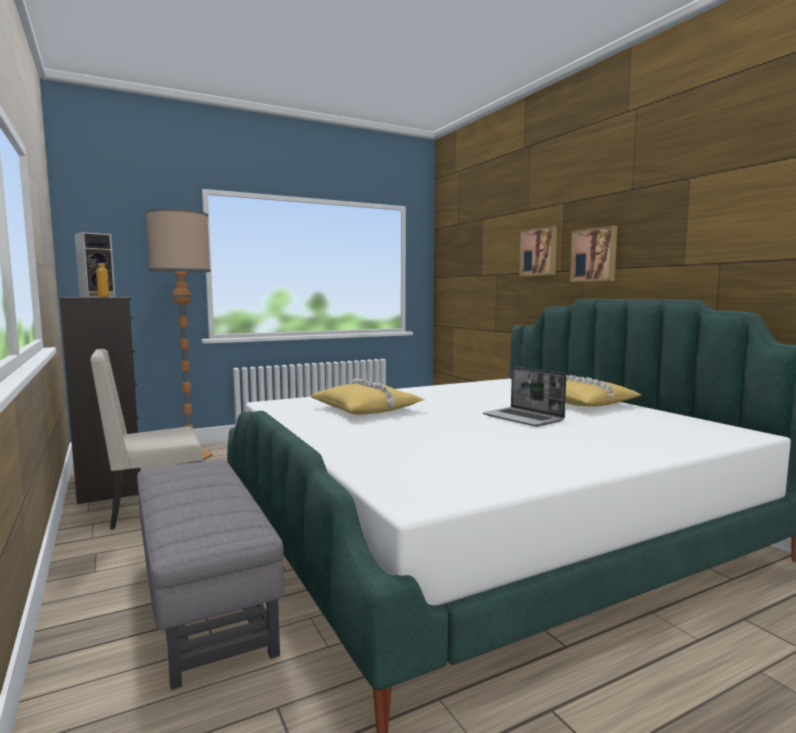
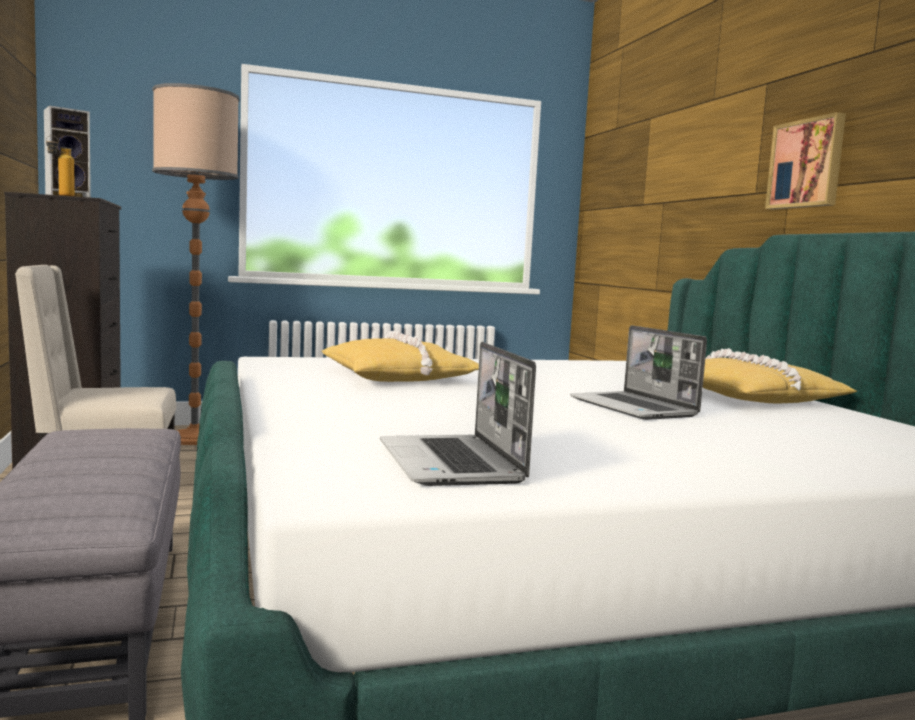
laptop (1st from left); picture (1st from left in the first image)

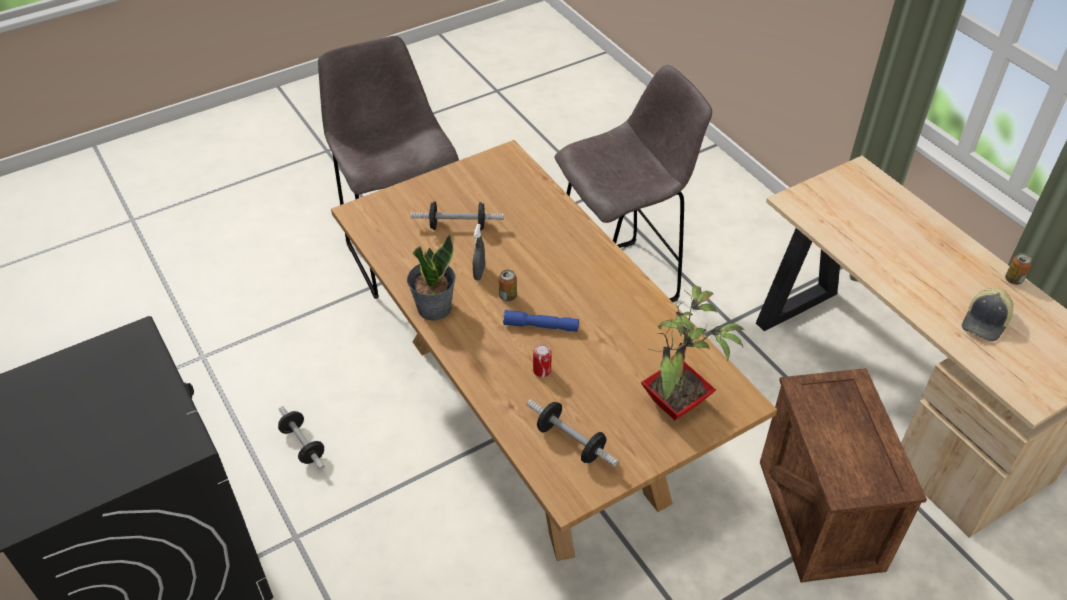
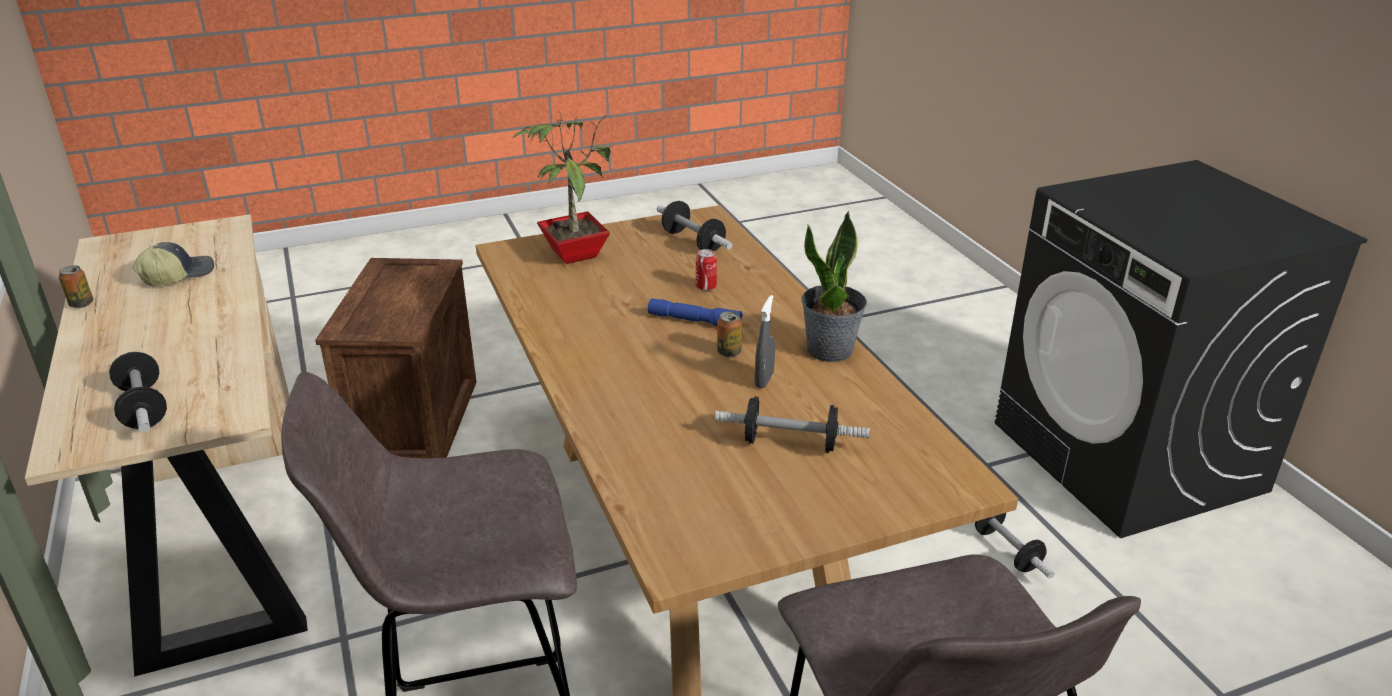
hand weight (1st from left)

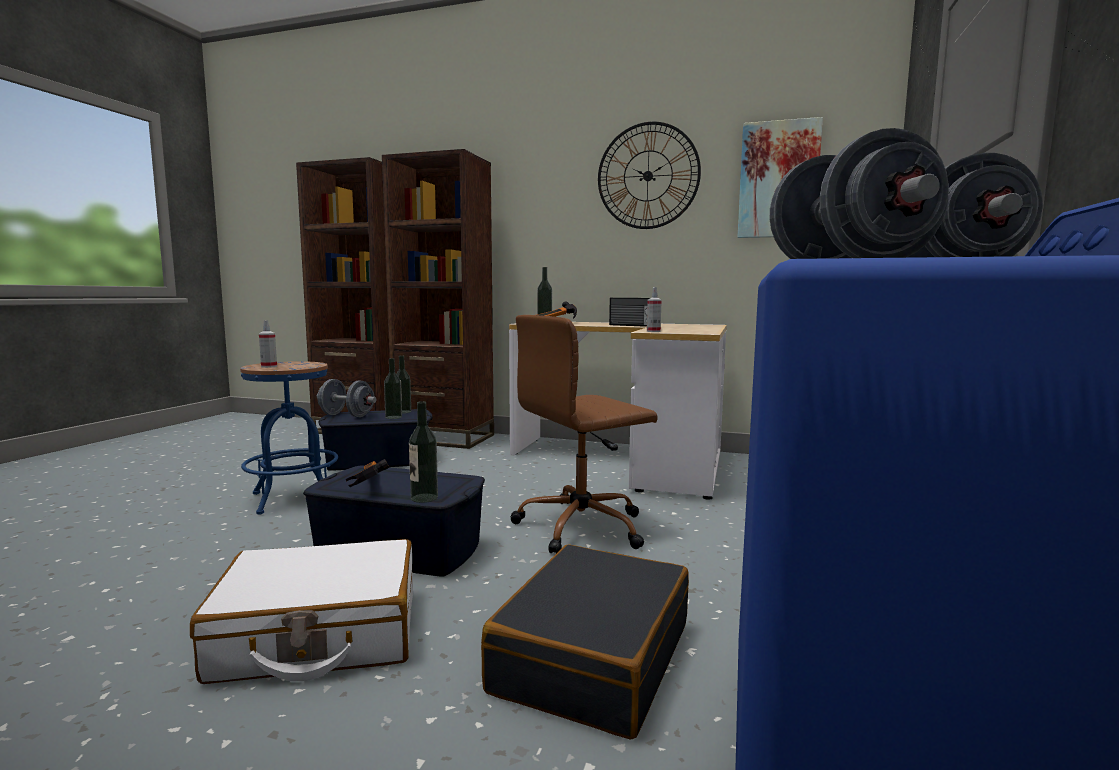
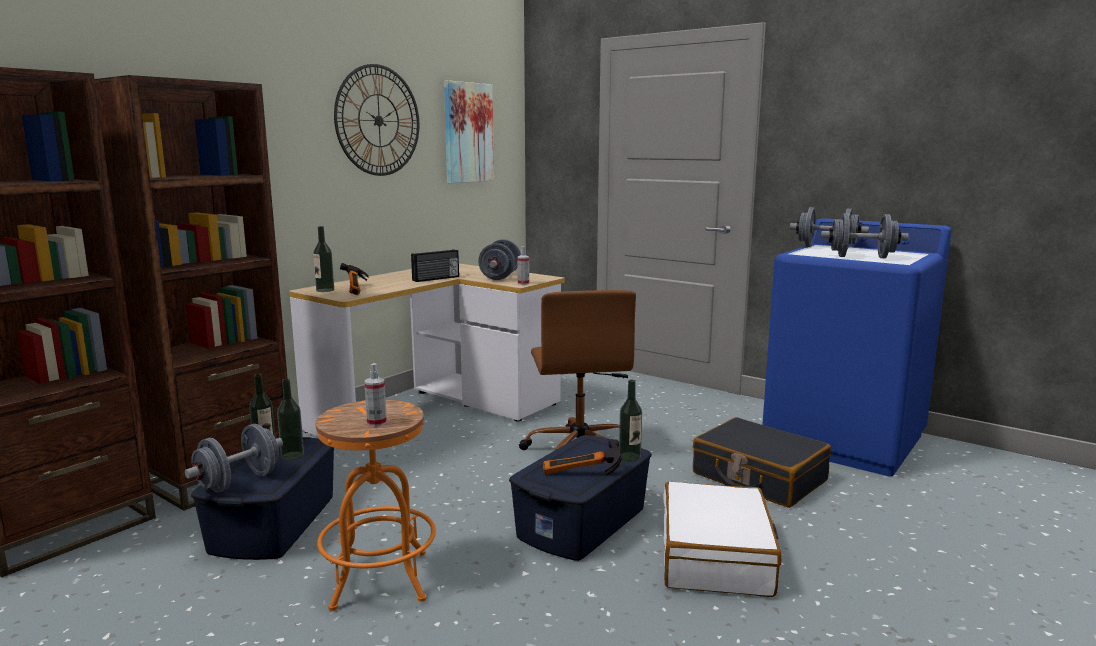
stool (orange-coloured); hand weight (gray) (2nd from left)

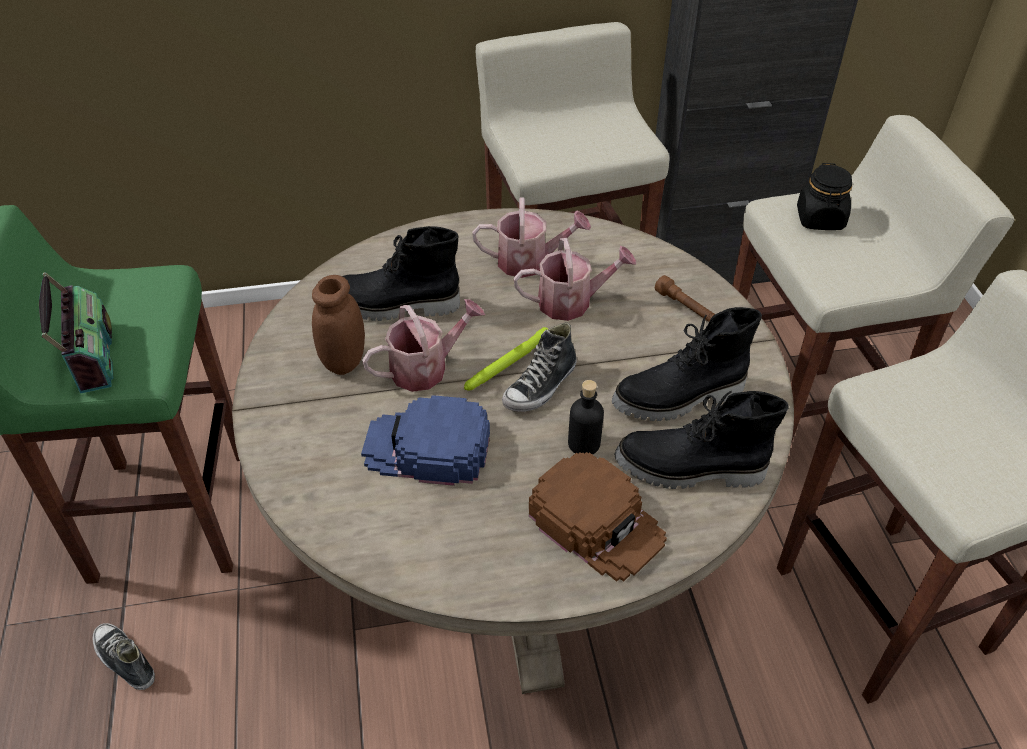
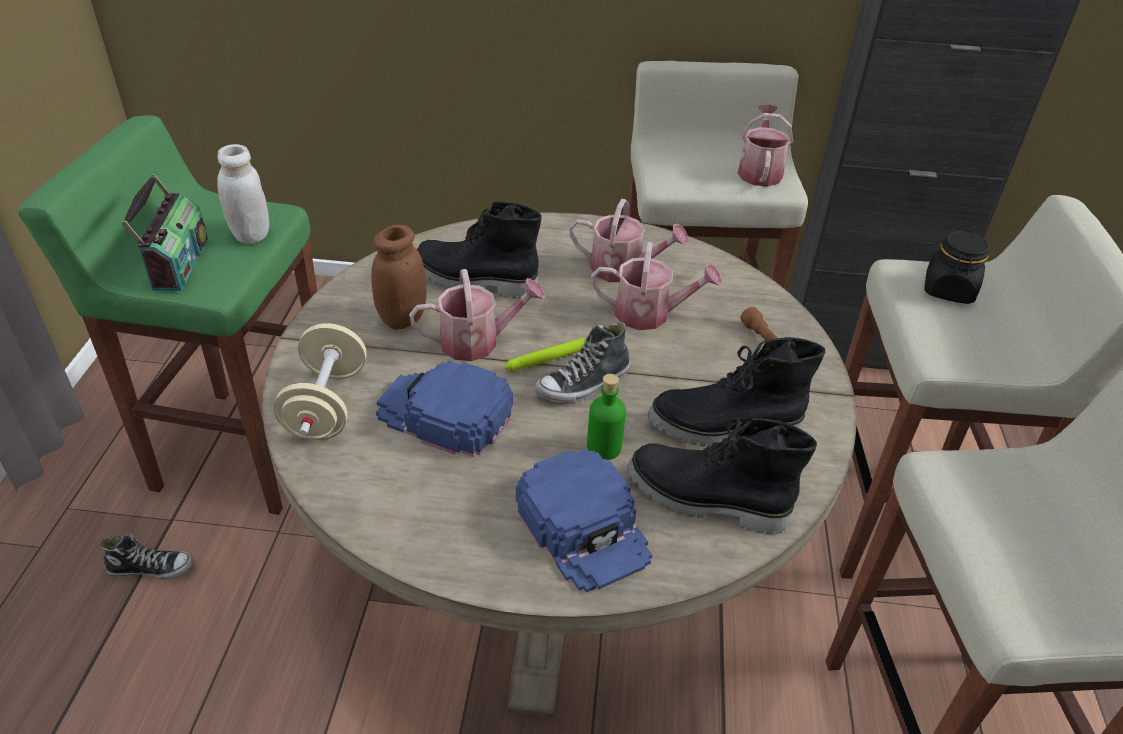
shoe (1st from left); jar (white); hand weight (sand-coloured); baseball cap (blue-coloured) (2nd from left); drink bottle (green); watering pot (4th from left)

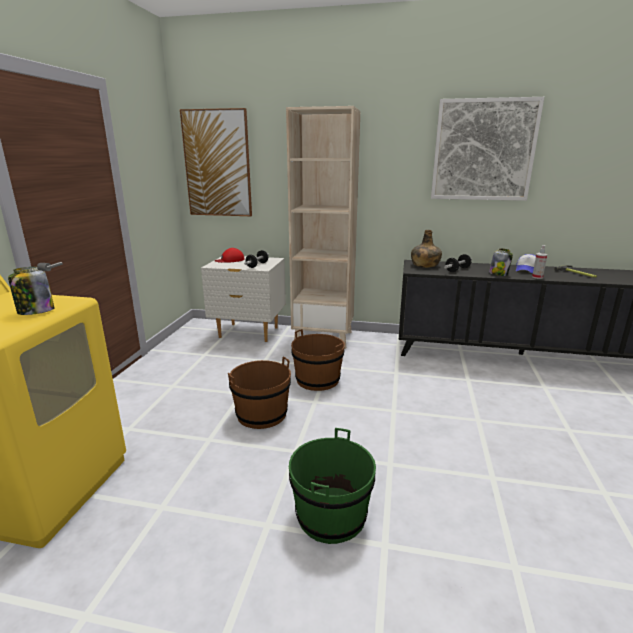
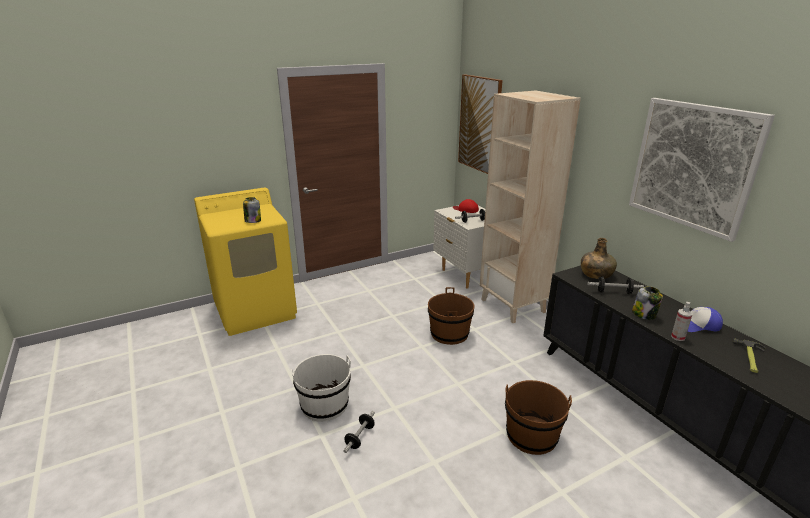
water bucket (white); hand weight (1st from left); water bucket (brown) (2nd from left)

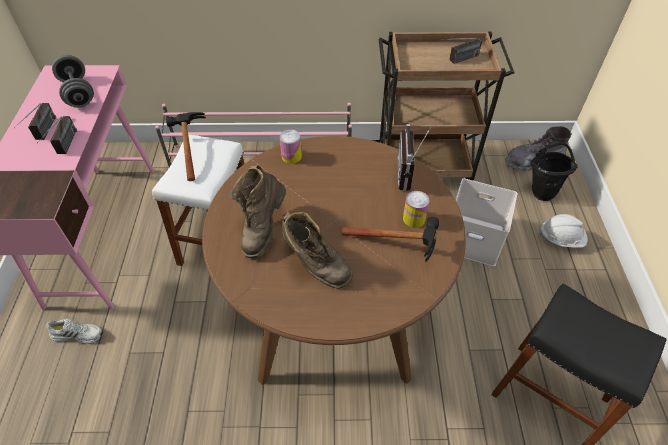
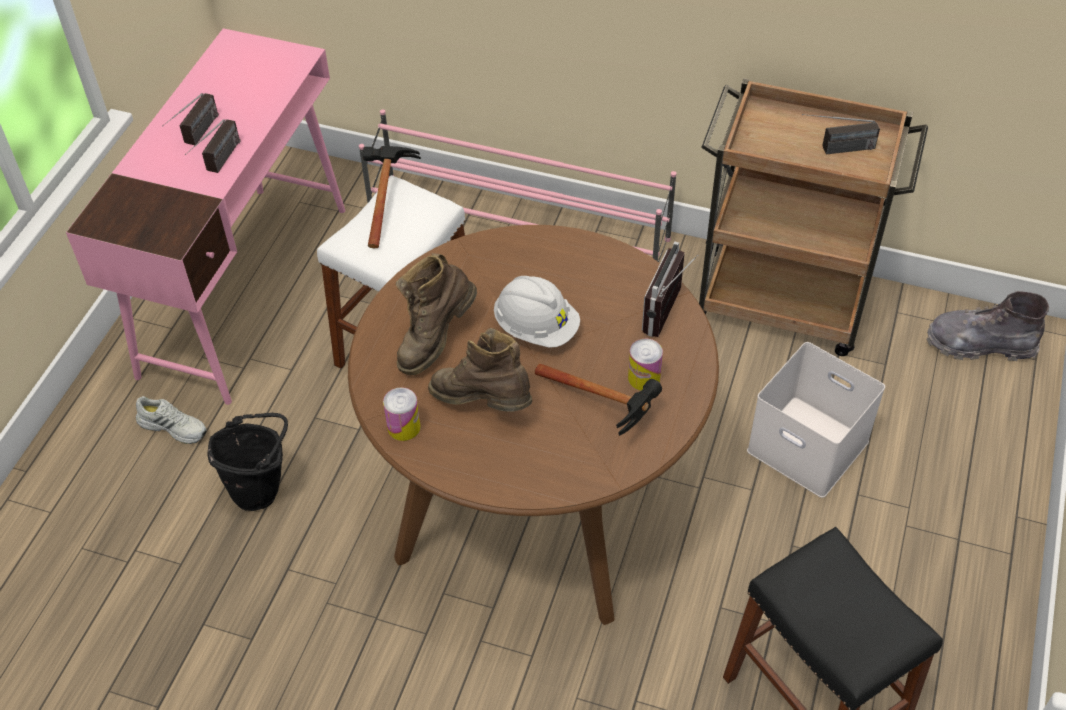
water bucket (black-coloured); sealed can (1st from left); high-top boot (brown) (2nd from left); hard hat (white); hand weight (gray)

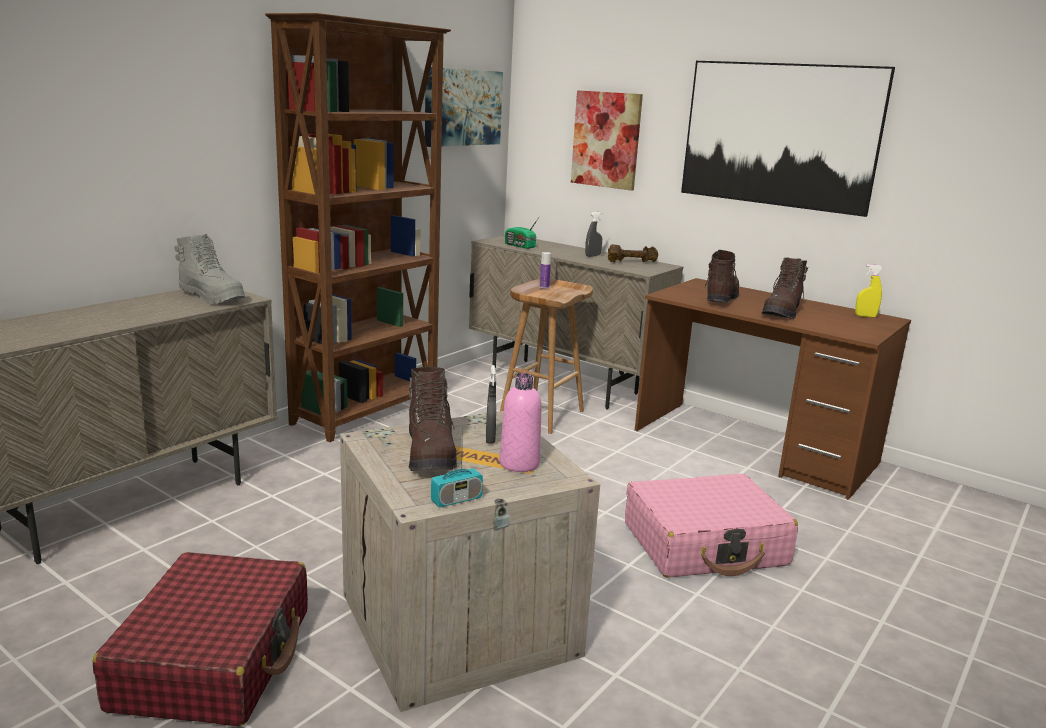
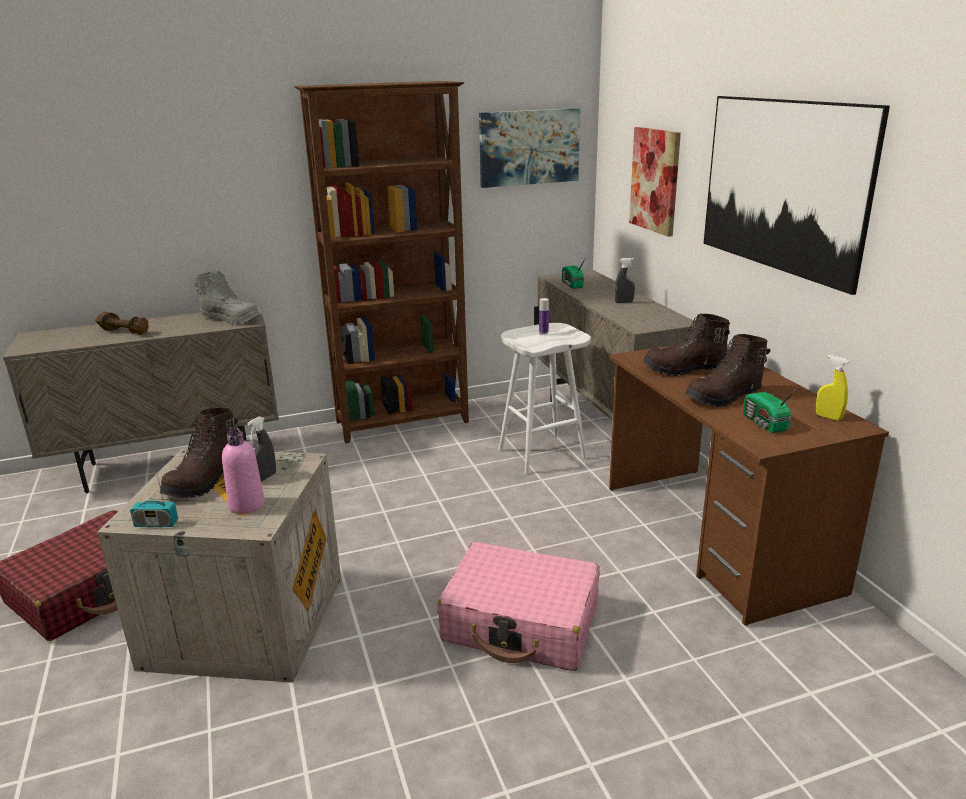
hand weight (brown); high-top boot (gray); stool (white); high-top boot (brown) (2nd from left); radio (3rd from left)

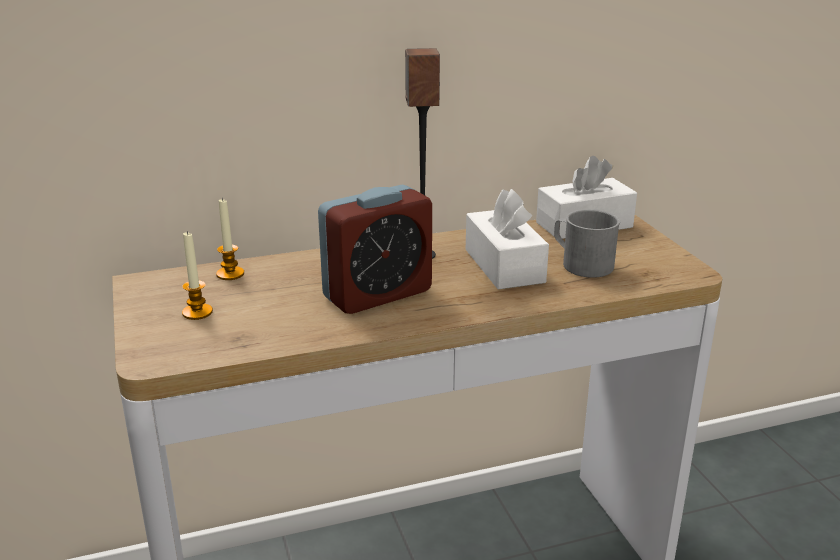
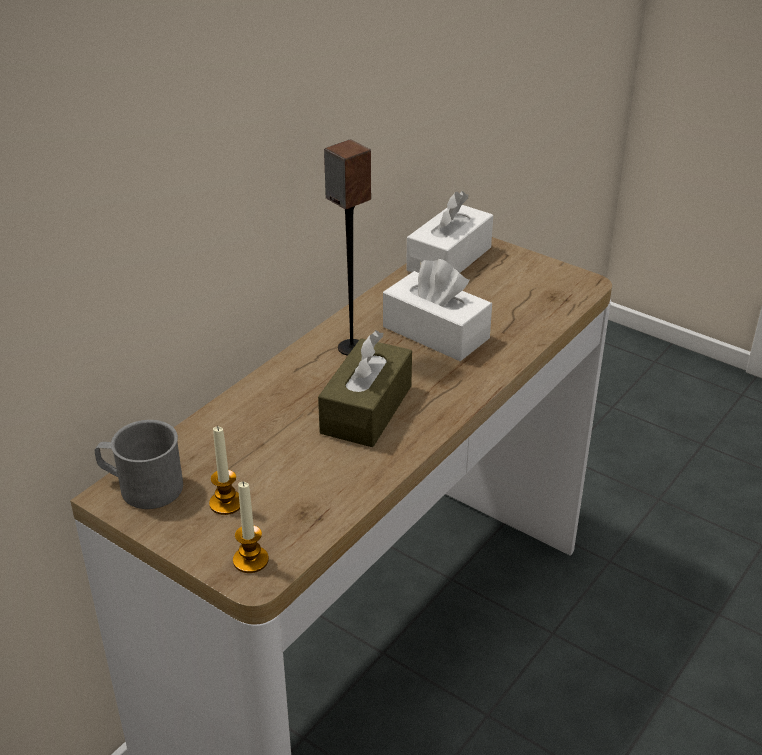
tea mug (gray); wax candle (2nd from left); box of tissues (brown)

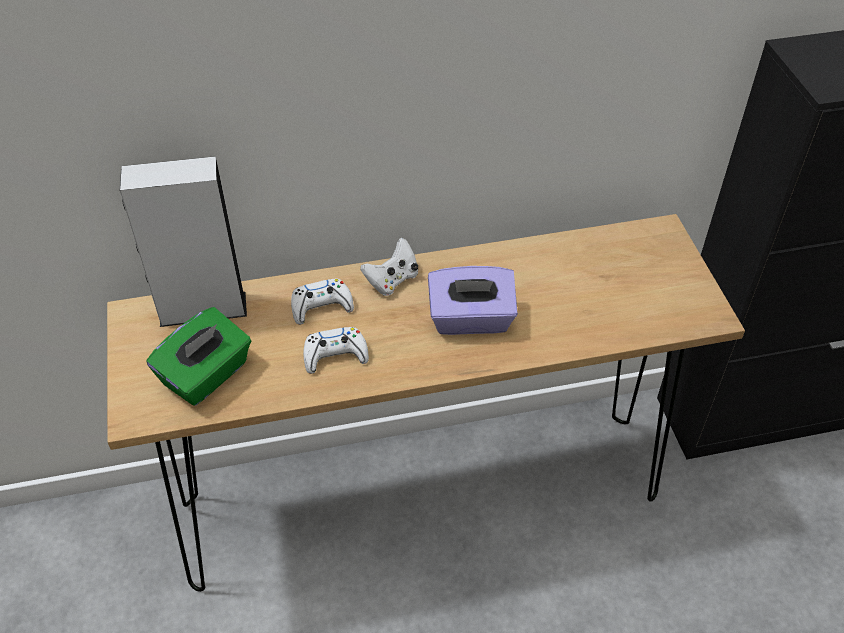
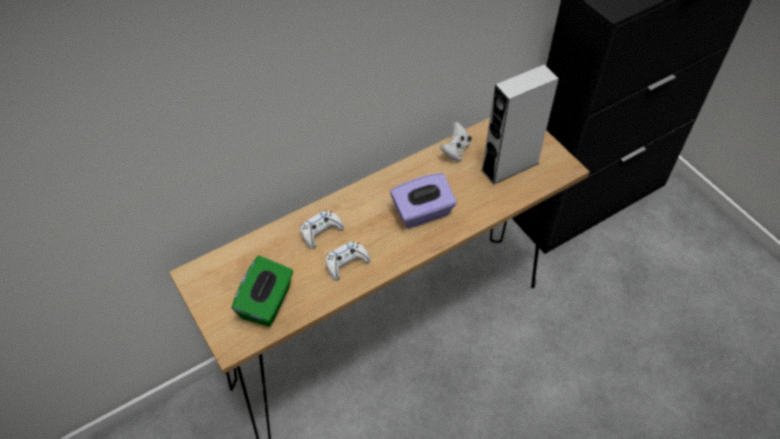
game controller (white) (3rd from left); speaker (gray)

